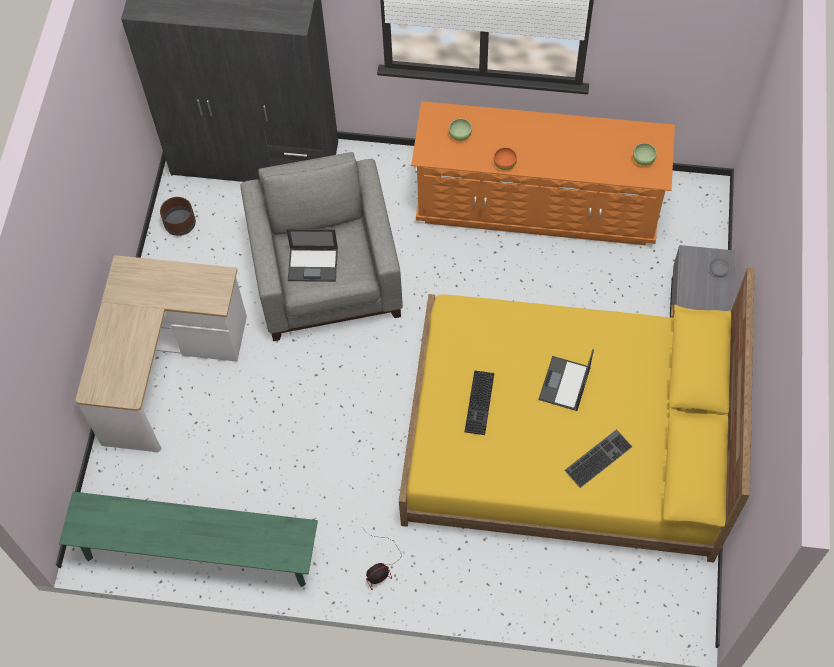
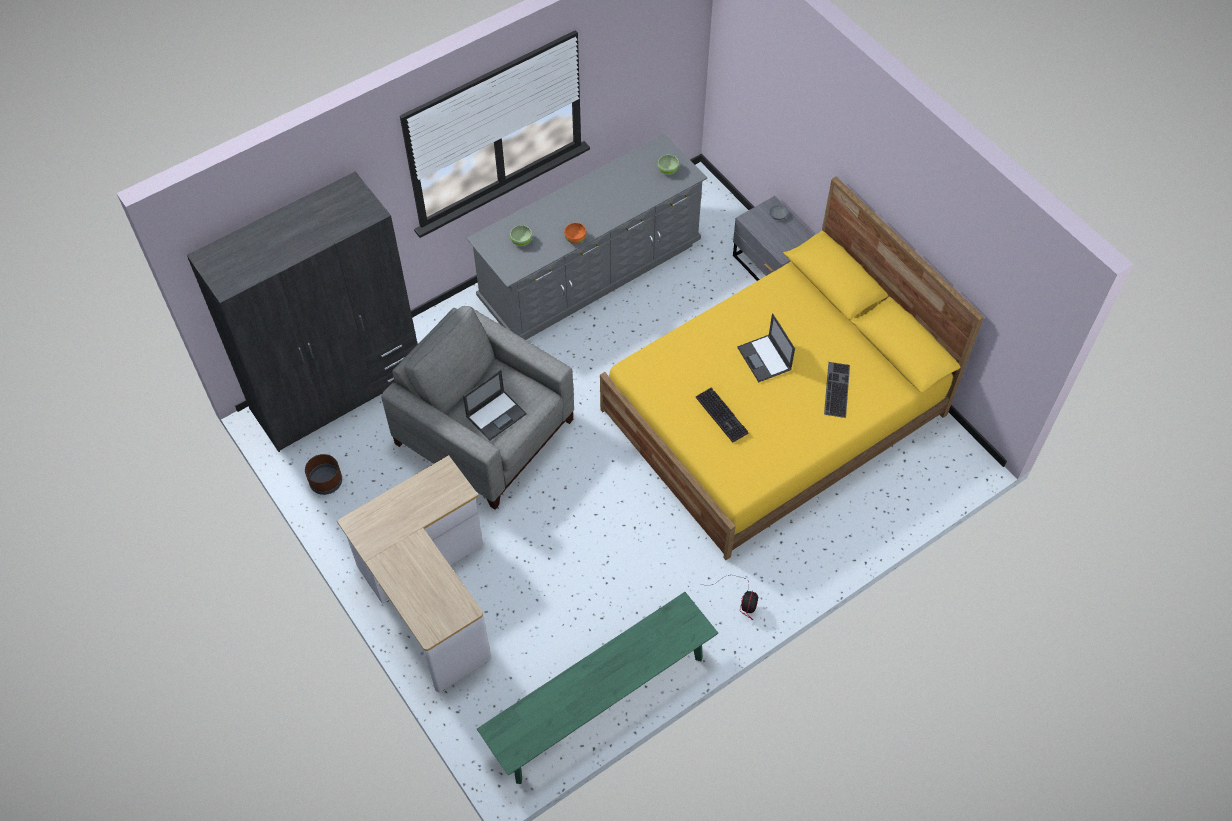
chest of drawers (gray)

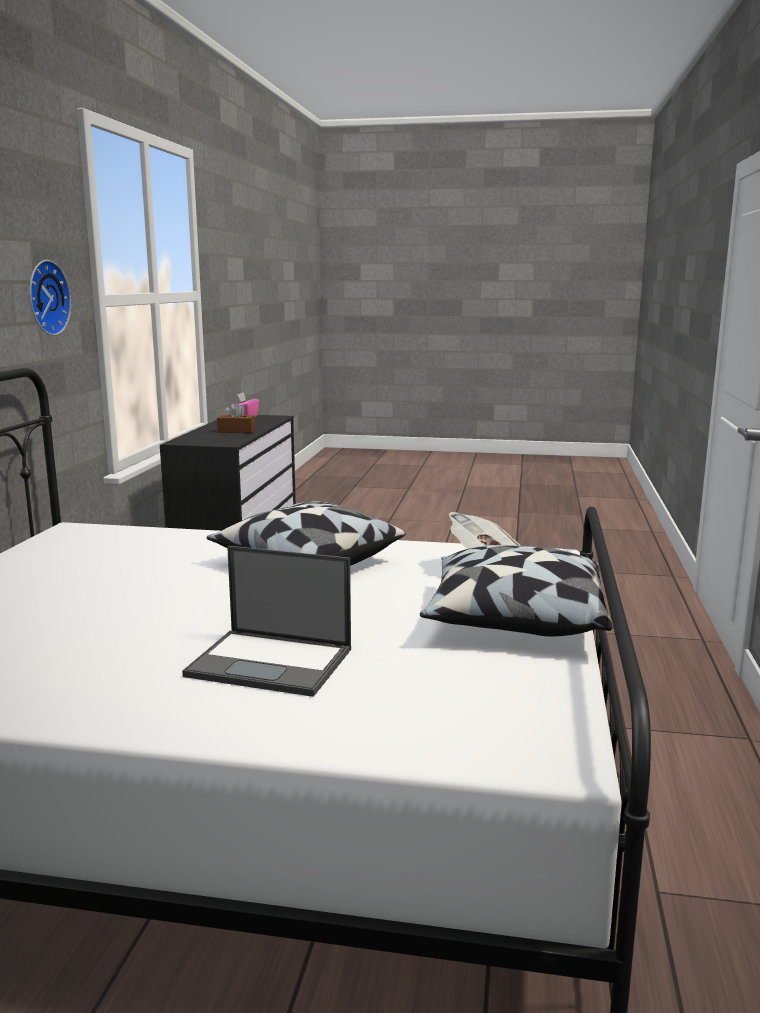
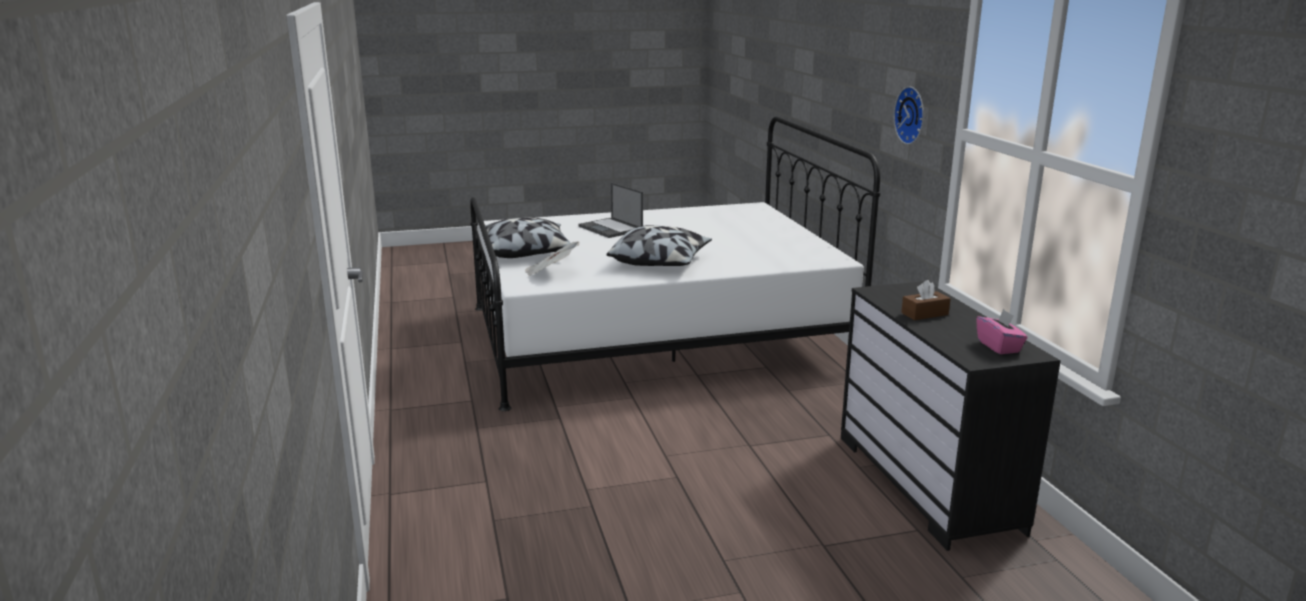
laptop

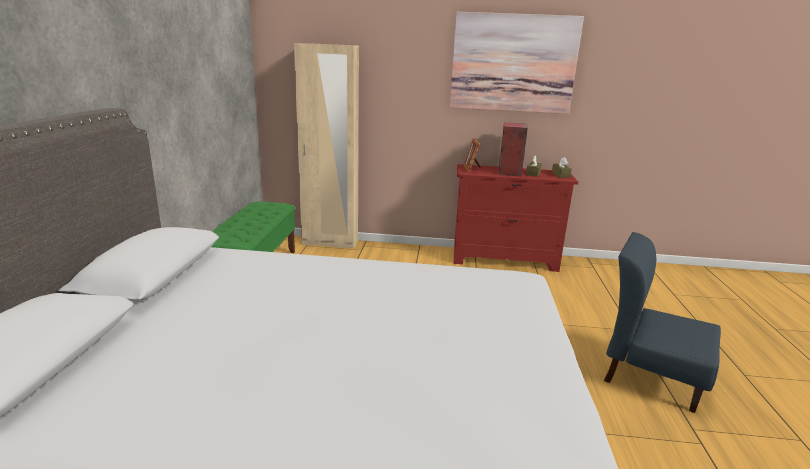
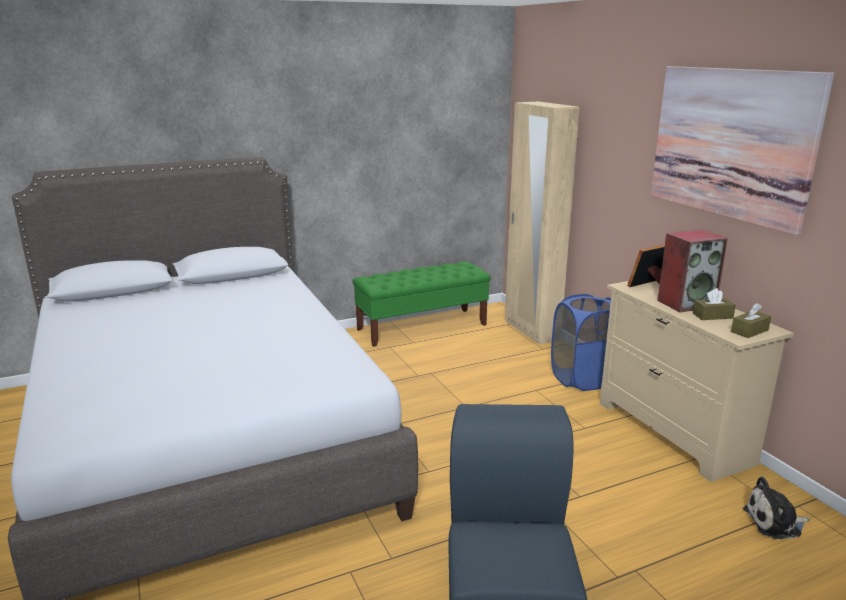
hamper (blue-coloured); chest of drawers (sand-coloured); cuddly toy

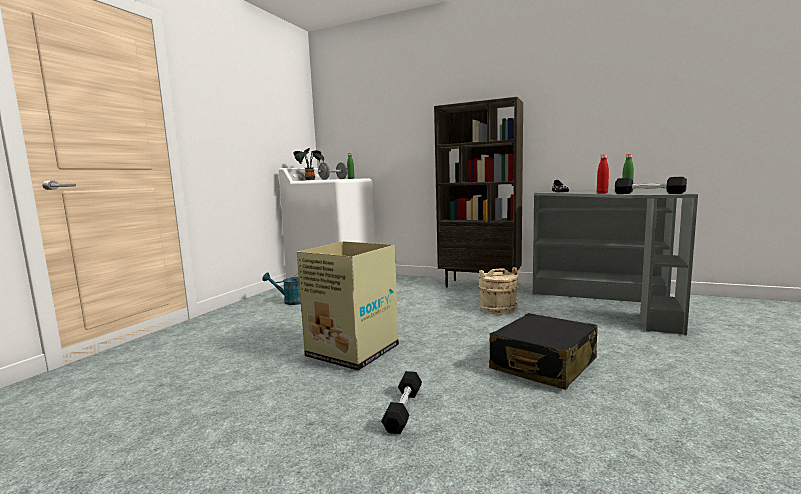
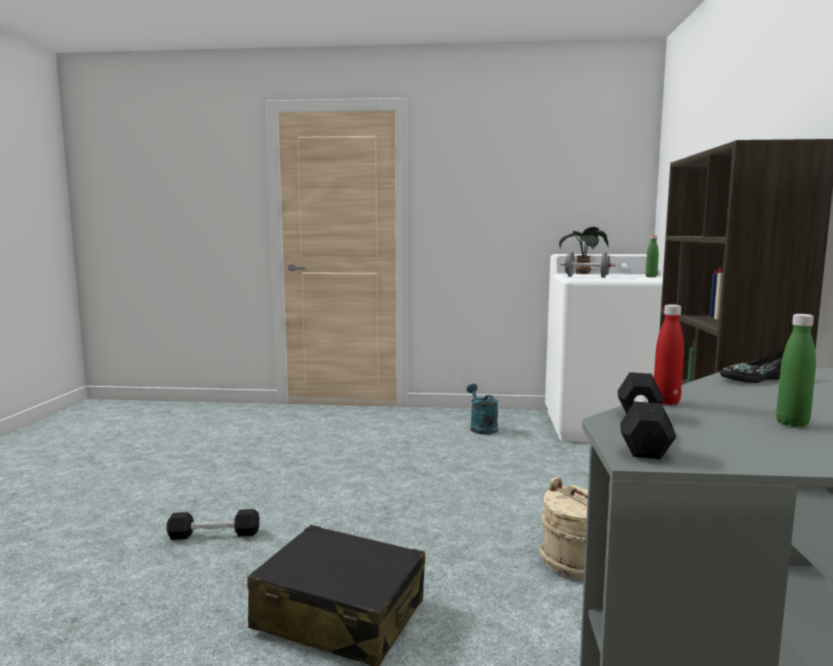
carton

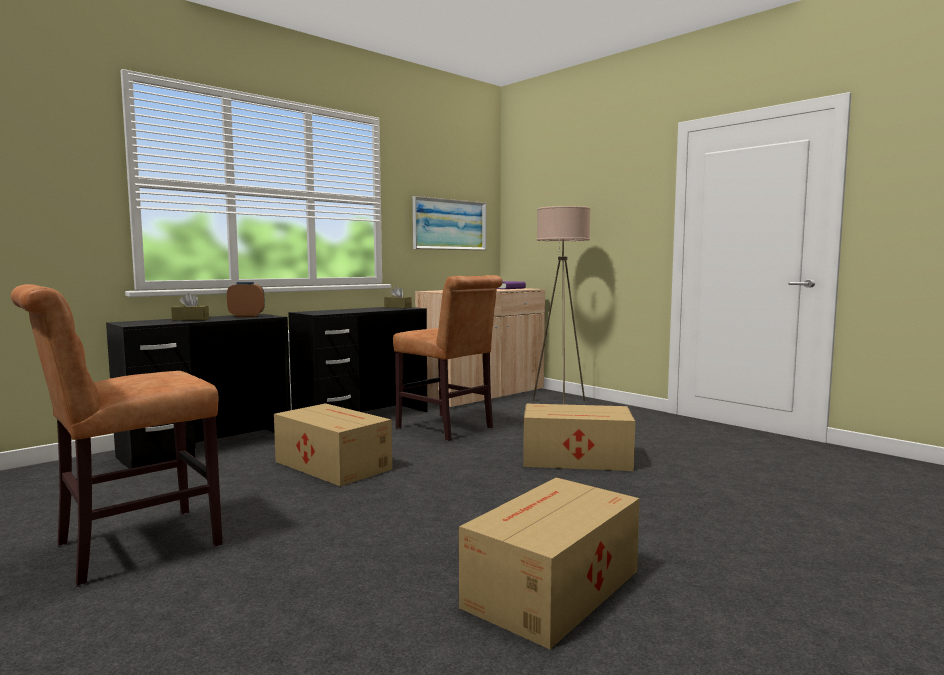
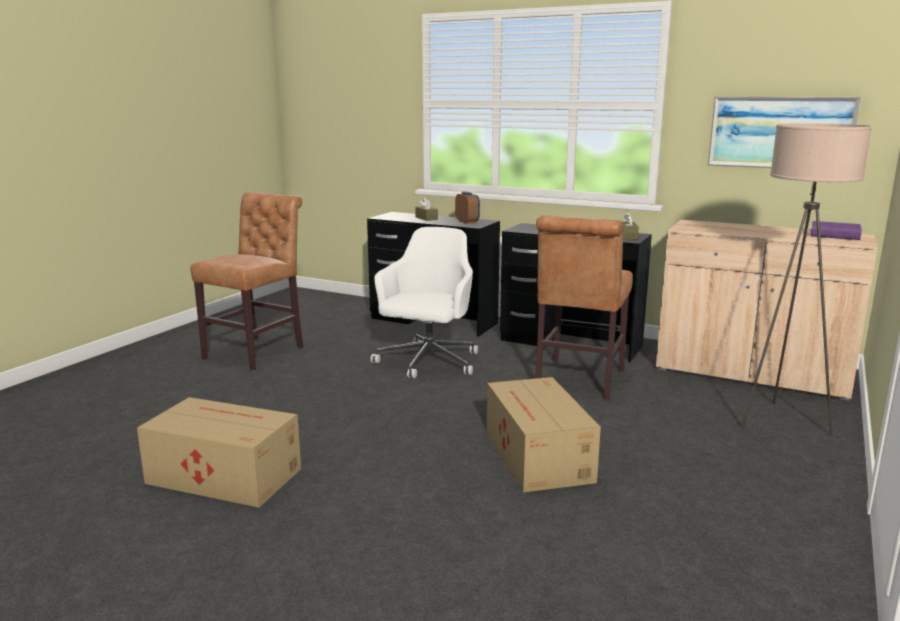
plain chair (brown) (1st from left); computer chair (white)

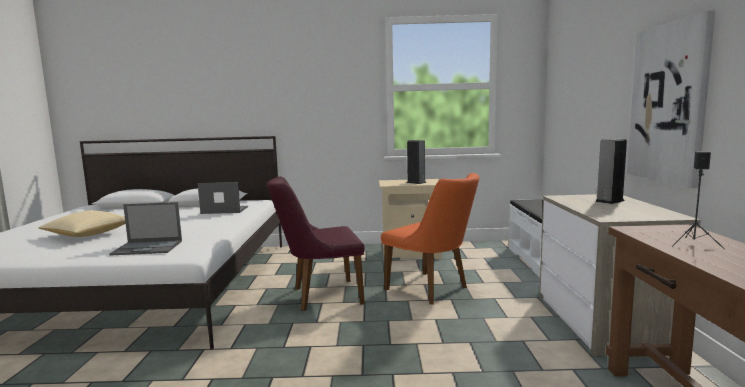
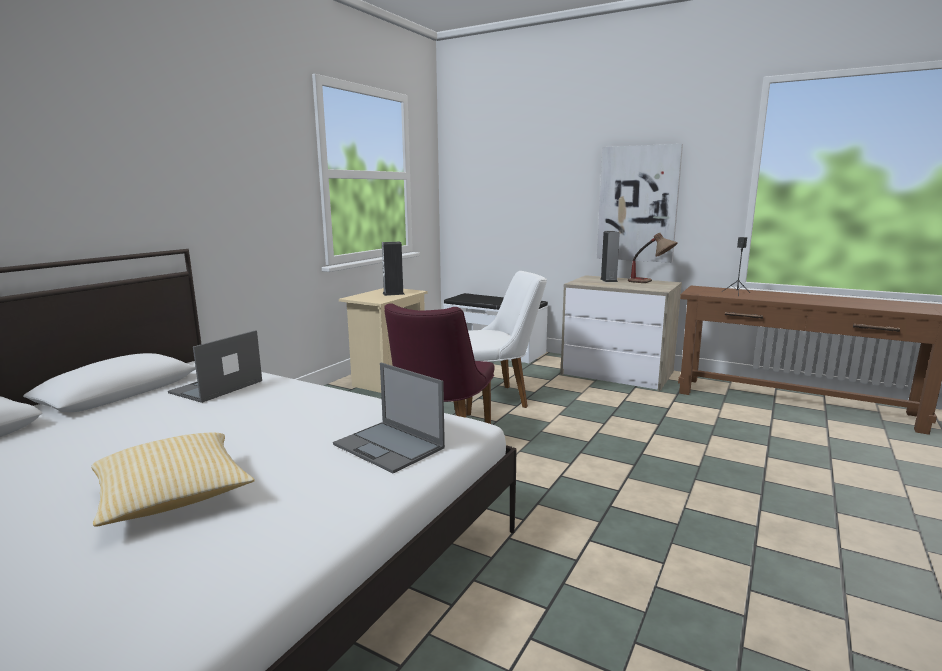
laptop (2nd from left); plain chair (white); table lamp

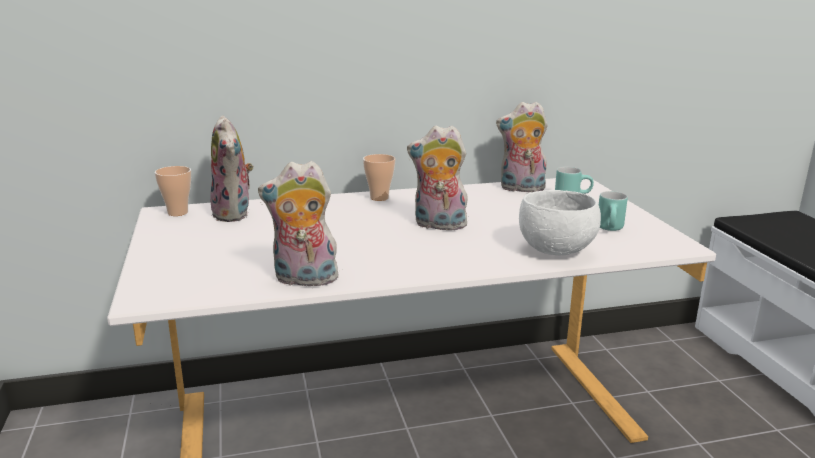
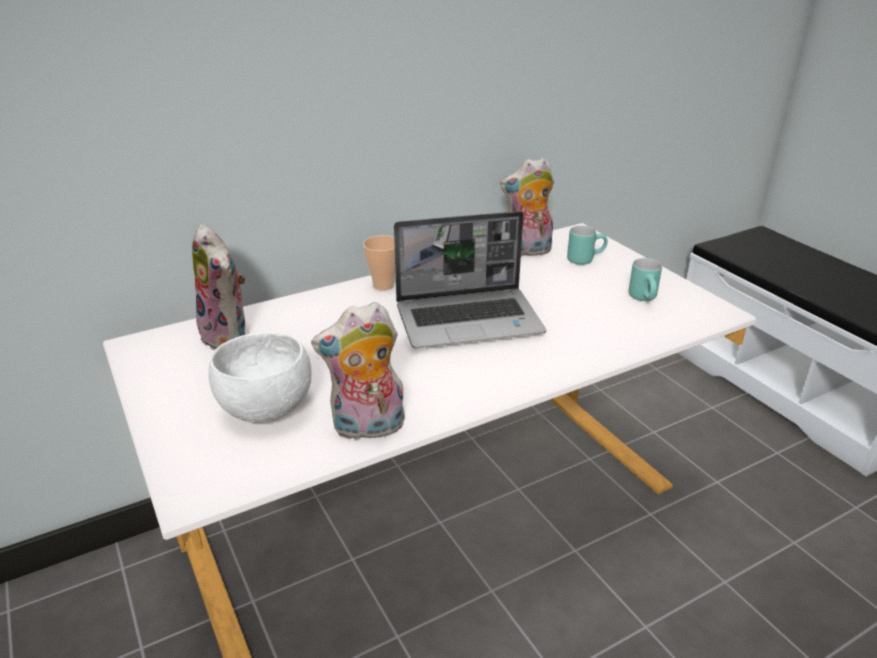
serving bowl (white); laptop; drinking cup (1st from left in the first image)

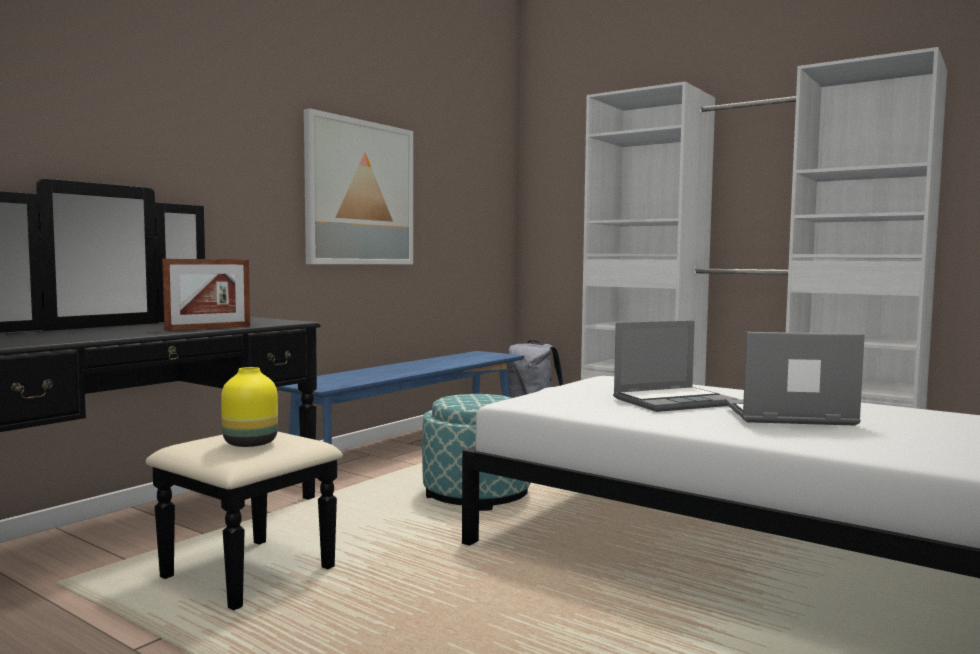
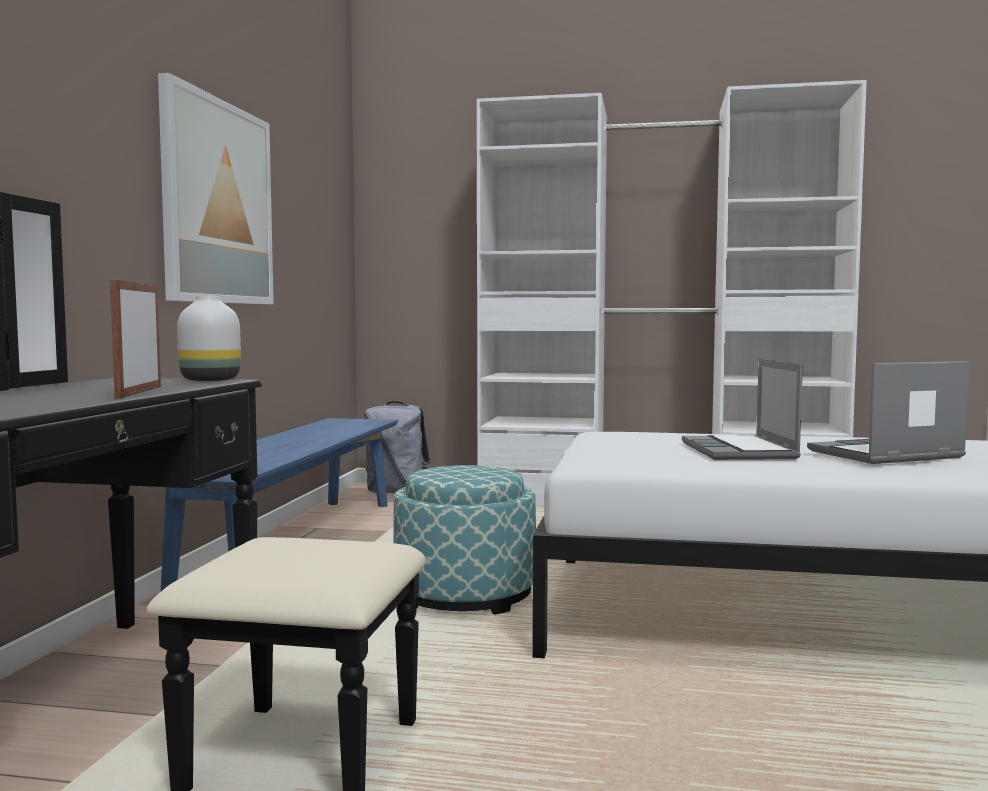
photo frame; flower vase (white); laptop (1st from left); flower vase (yellow-coloured)

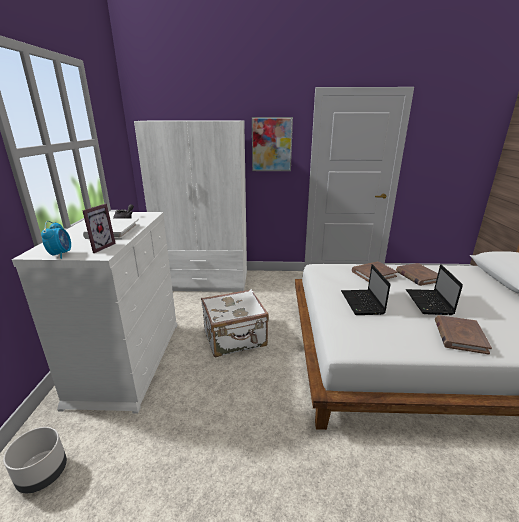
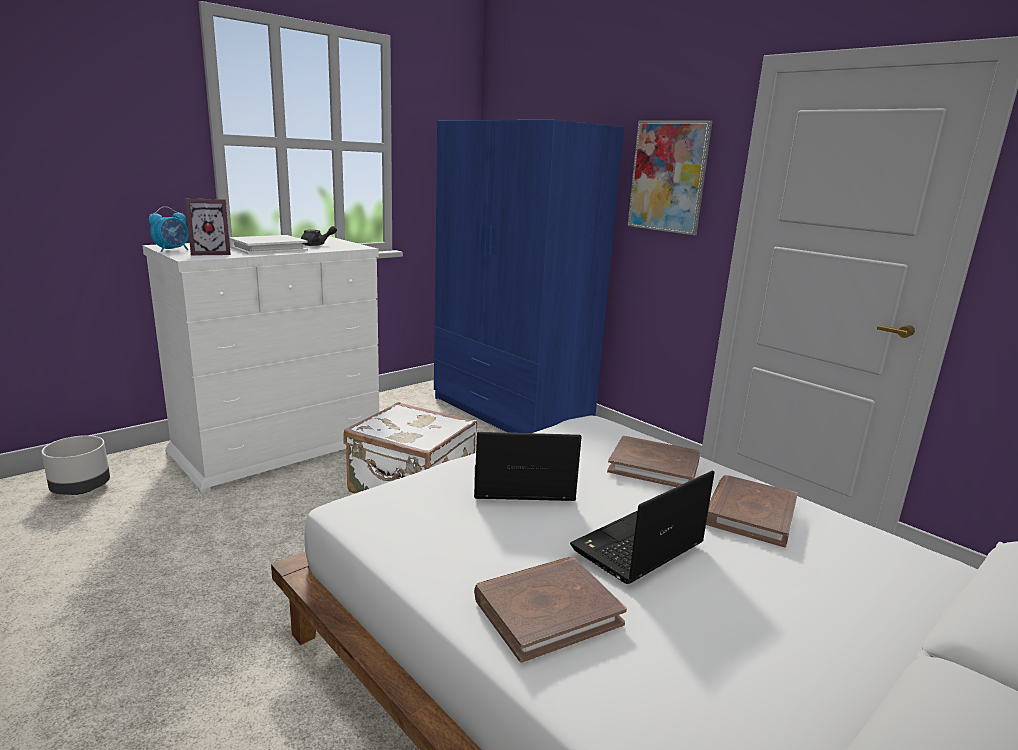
armoire (blue-coloured); laptop (1st from left)

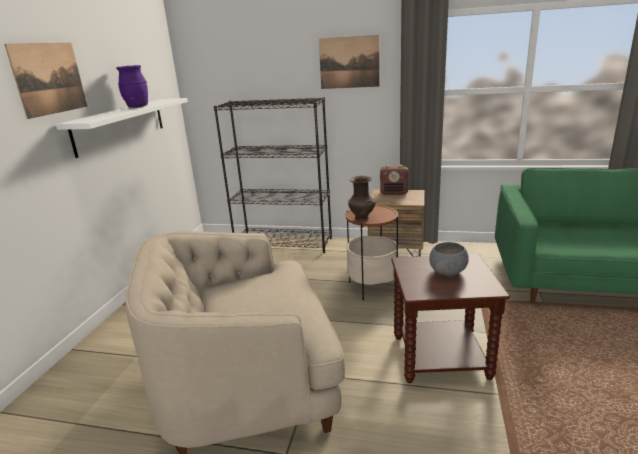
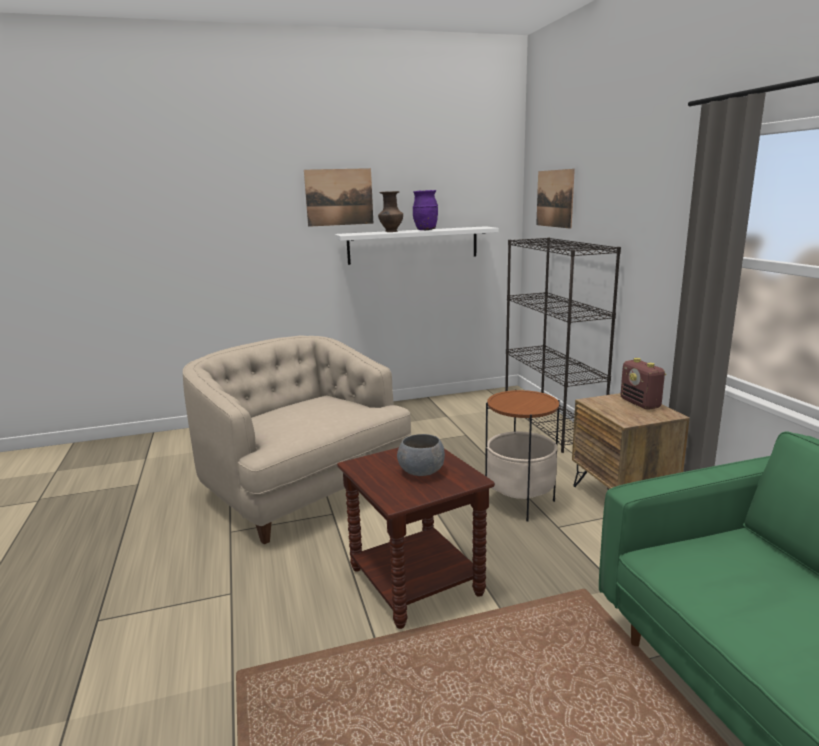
flower vase (brown); picture (2nd from left)

